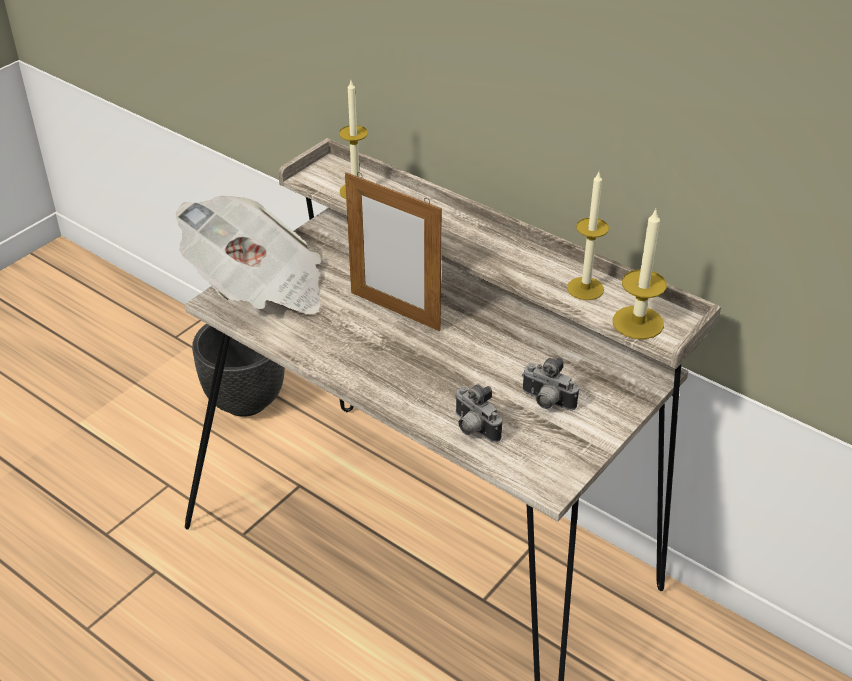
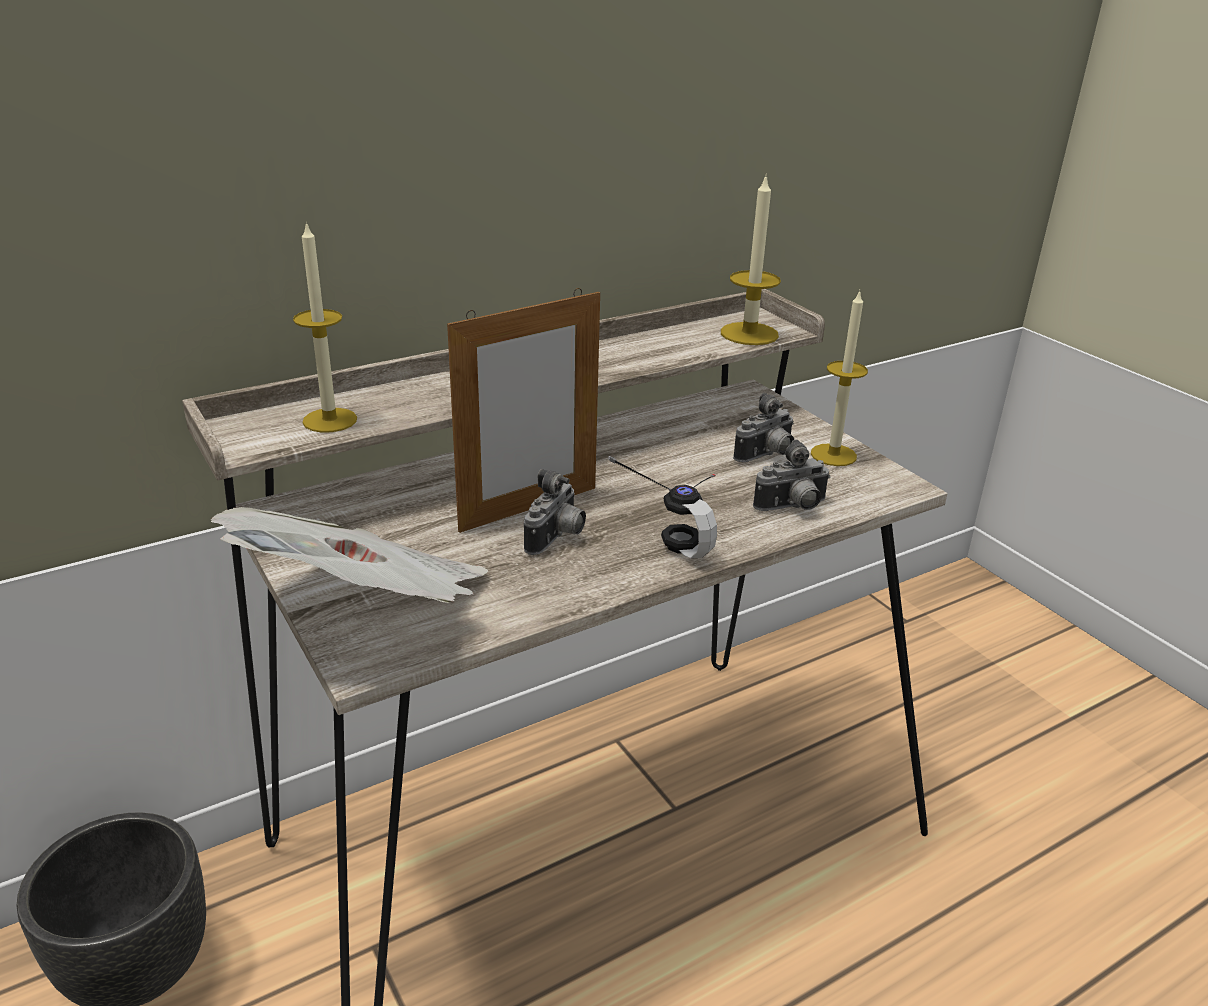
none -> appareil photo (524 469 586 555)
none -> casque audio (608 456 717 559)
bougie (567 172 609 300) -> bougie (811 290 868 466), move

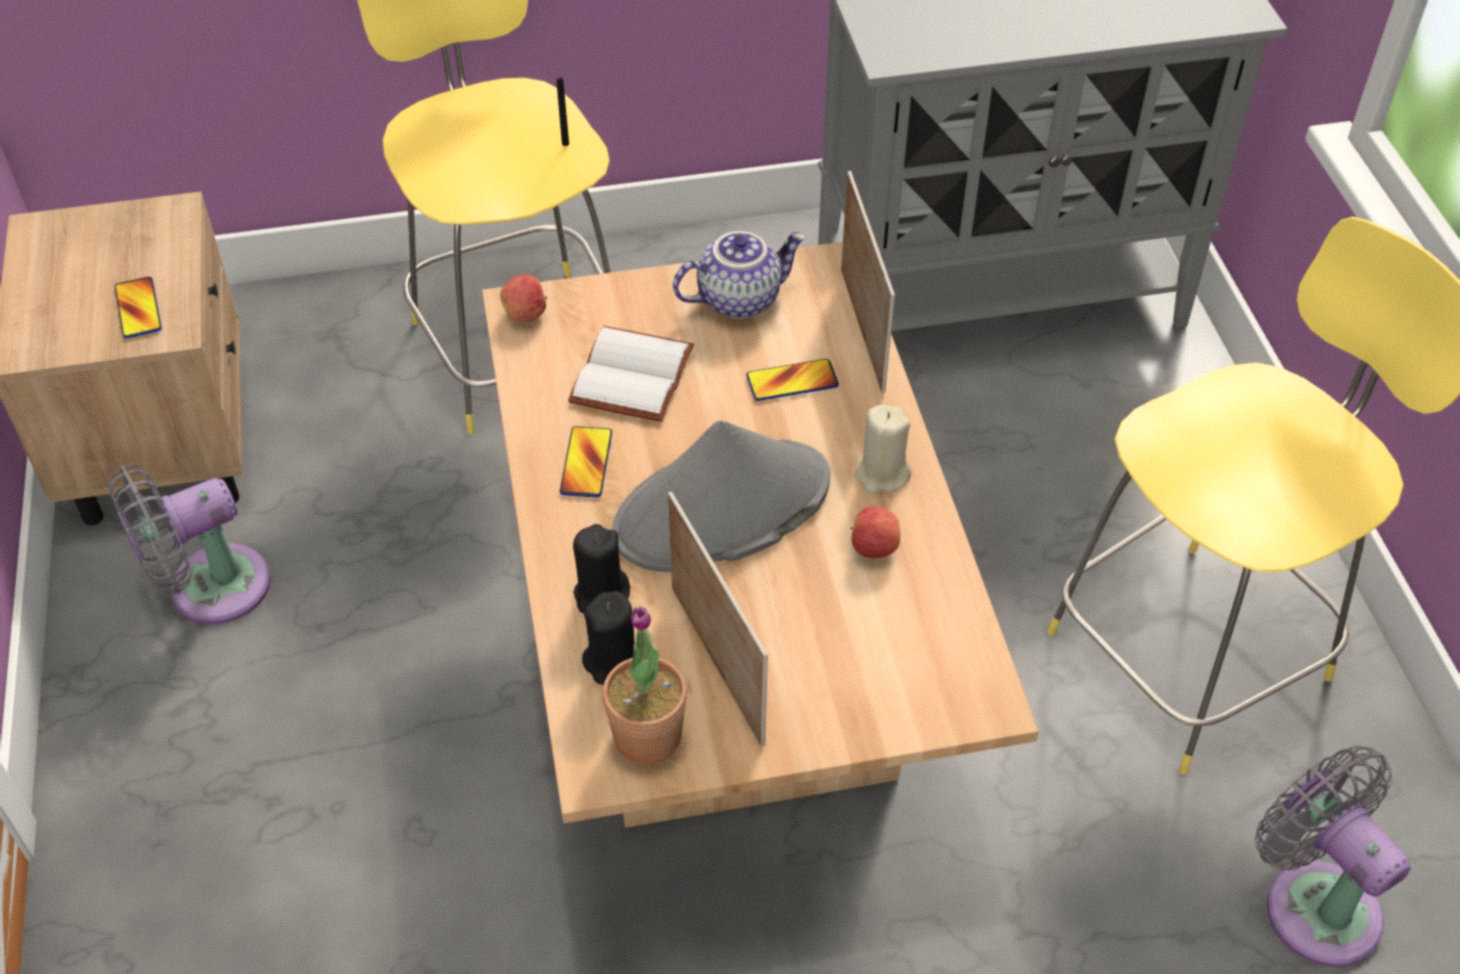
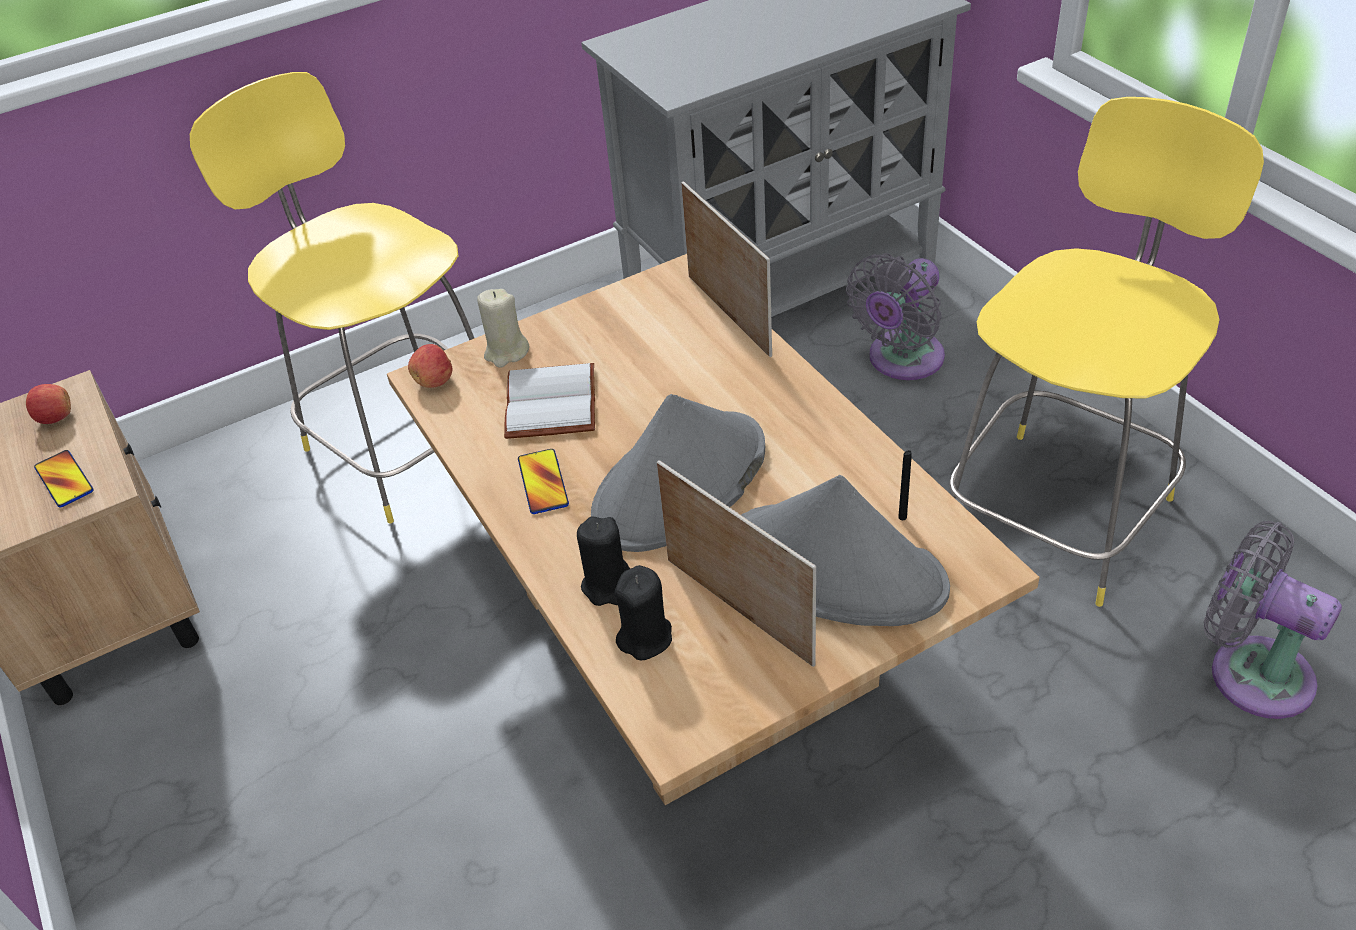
pomme (850 506 900 558) -> pomme (26 384 71 424), move
bougie/beige (854 405 911 495) -> bougie/beige (477 289 530 368), move
none -> chapeau/gris (741 475 950 626)
ventilateur/gris (108 464 271 625) -> ventilateur/gris (846 253 945 380), move
bougie/noir (557 76 569 146) -> bougie/noir (898 450 912 520), move
plante en pot (602 606 687 764) -> none
théière (673 231 806 319) -> none
téléphone (746 359 839 401) -> none

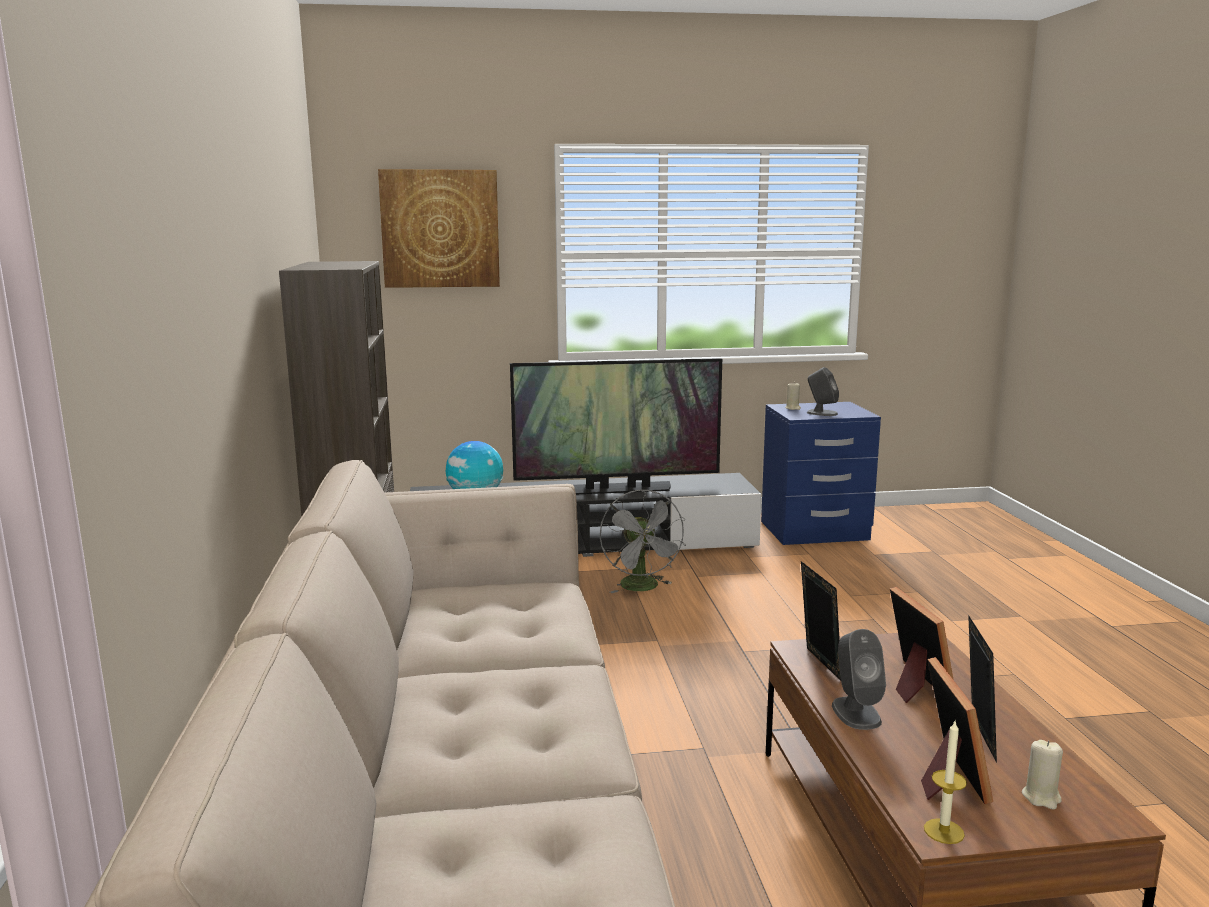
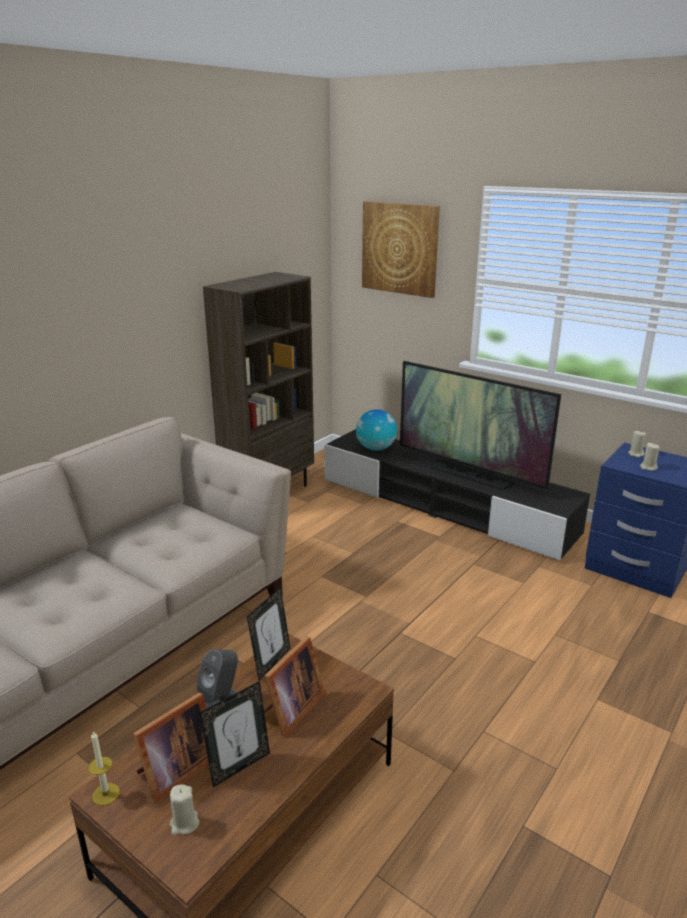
enceinte/gris (807 367 839 416) -> bougie/beige (640 443 660 471)
ventilateur/gris (600 489 686 593) -> none

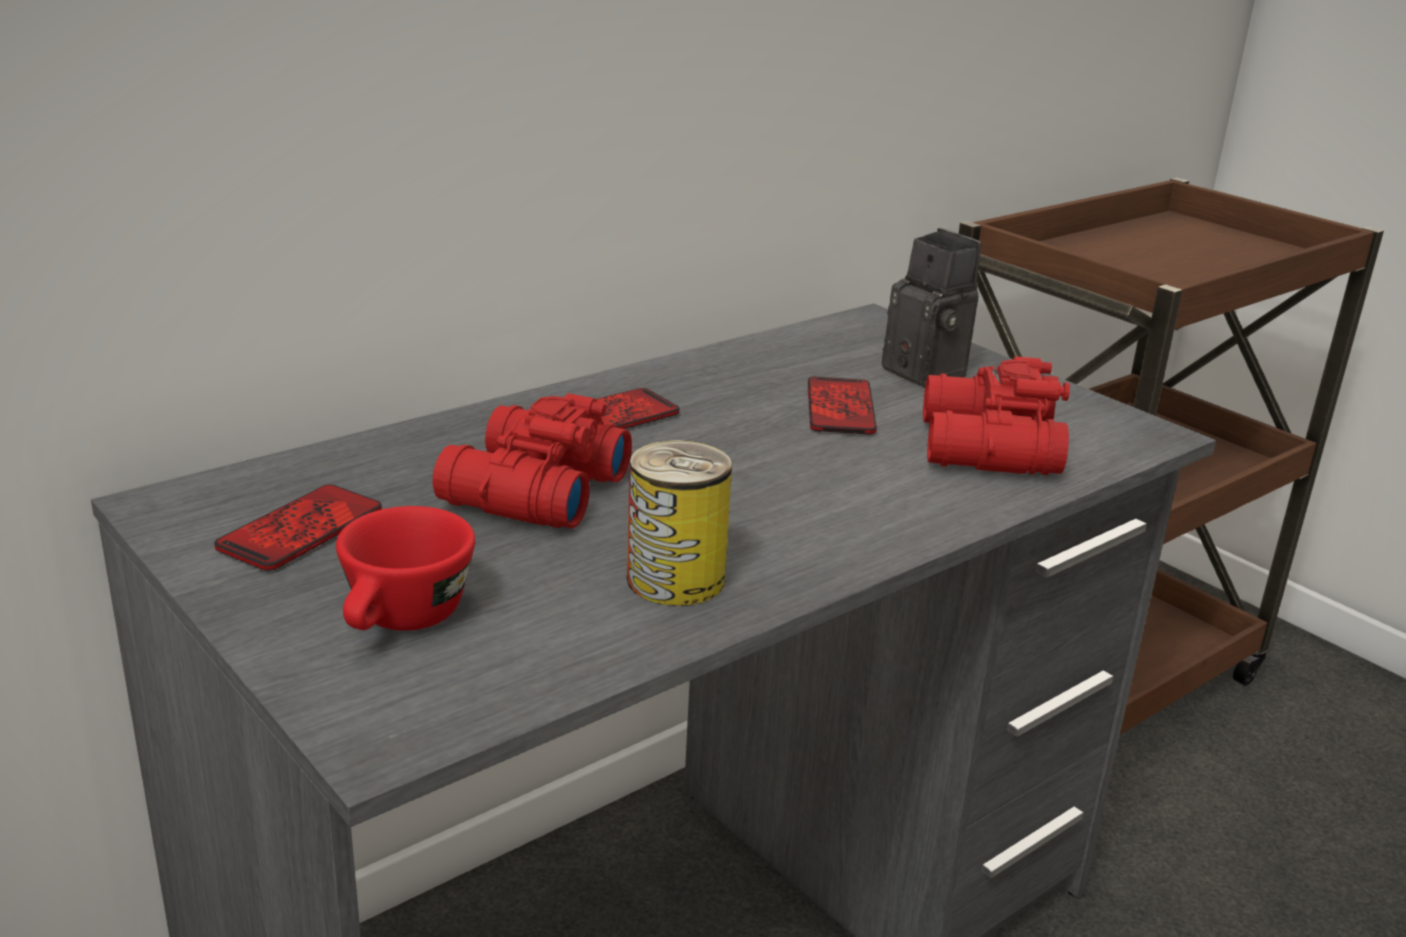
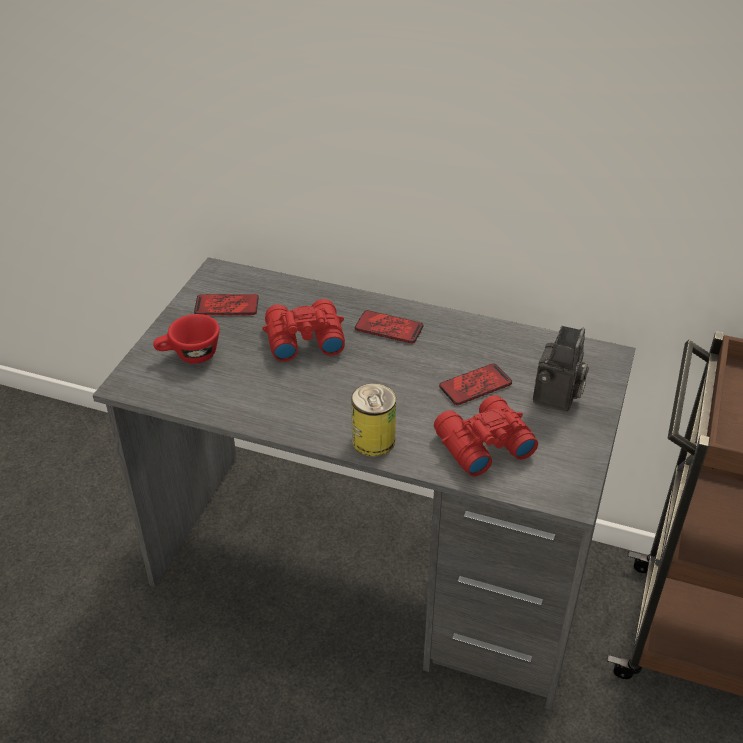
boîte métallique (627 440 732 606) -> boîte métallique (351 383 396 456), move

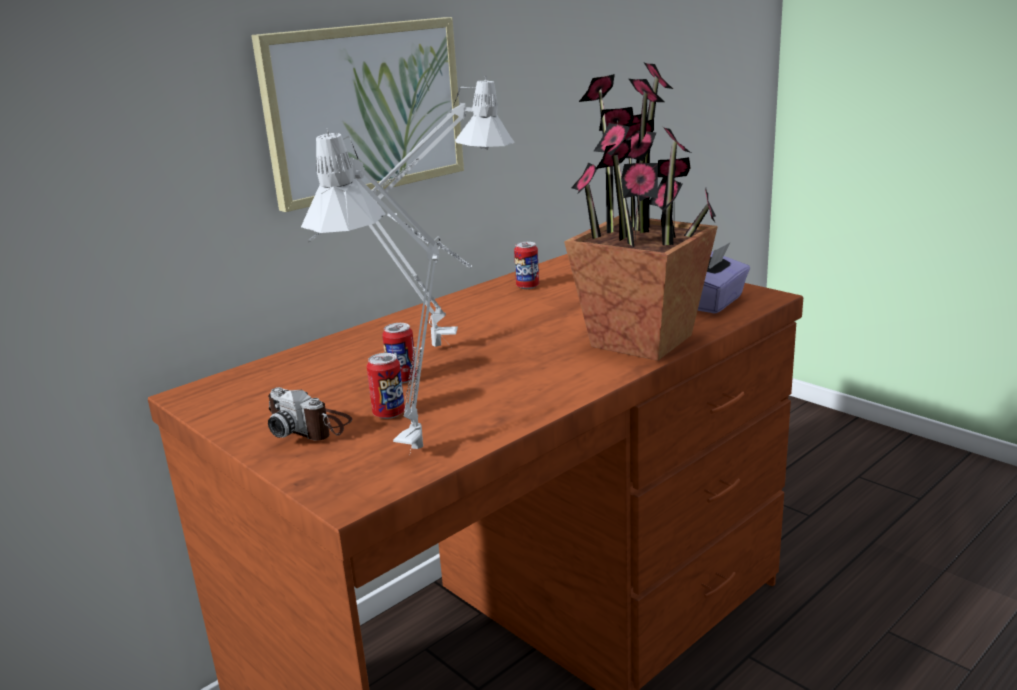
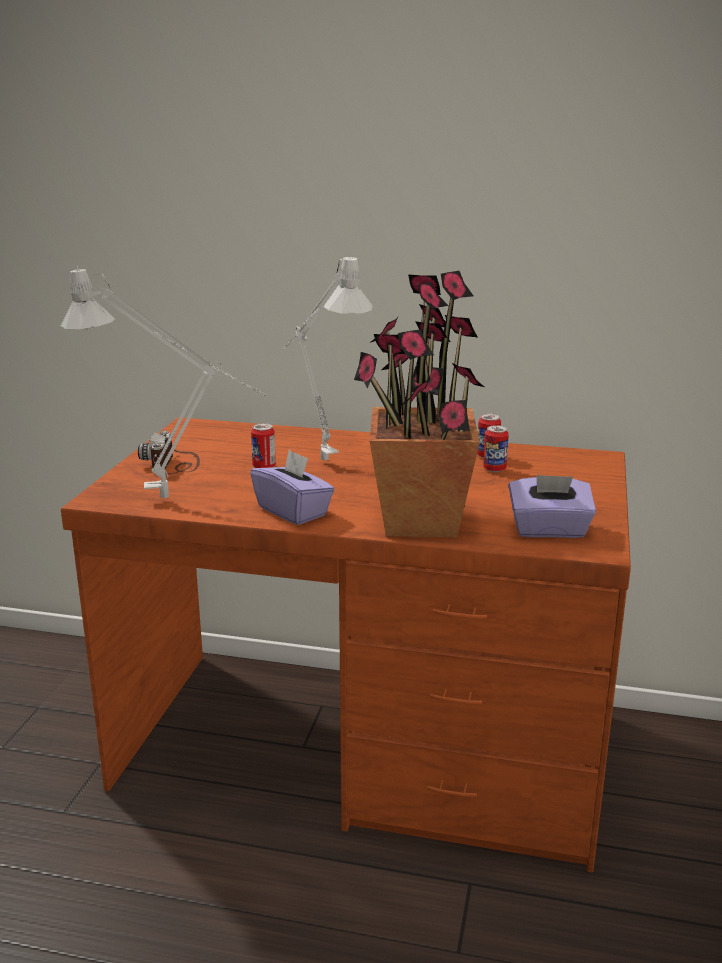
none -> boîte à mouchoirs/violet (250 450 335 525)
boîte métallique (367 353 405 419) -> boîte métallique (483 425 509 473), move
tableau (251 17 464 212) -> none

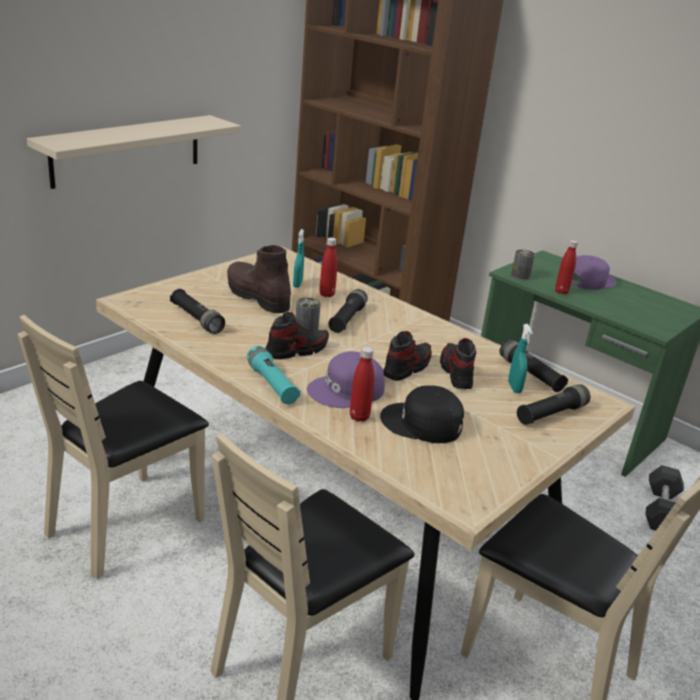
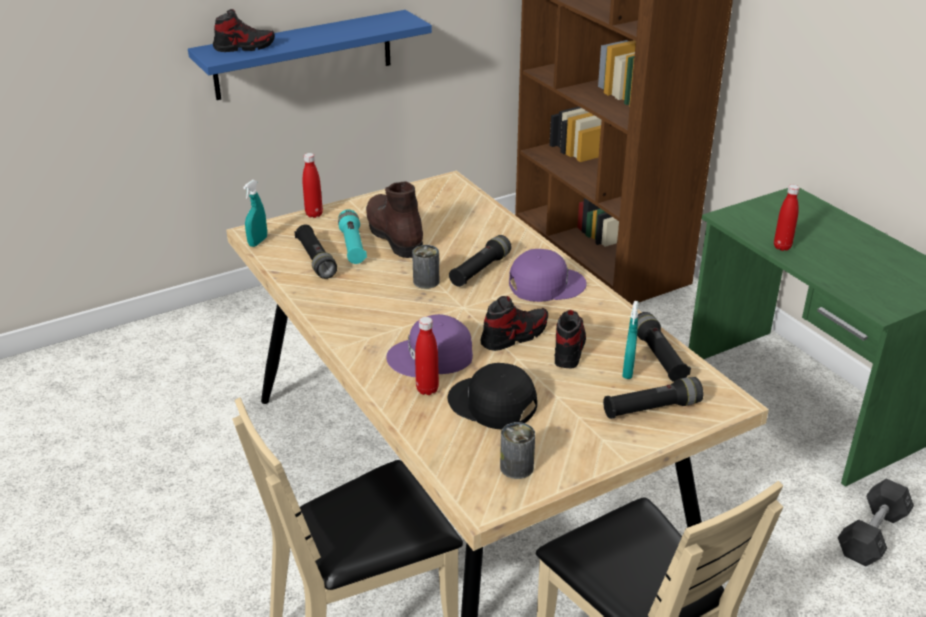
étagère/beige (27 115 241 189) -> étagère/bleu (188 10 432 100)
chaussure (266 312 329 359) -> chaussure (213 9 275 52), move
vaporisateur/turquoise (293 229 304 288) -> vaporisateur/turquoise (243 180 267 247), move
bouteille/rouge (319 238 338 297) -> bouteille/rouge (303 153 323 218), move
lampe de poche/turquoise (247 346 301 404) -> lampe de poche/turquoise (338 210 367 264), move
boîte métallique (511 249 535 280) -> boîte métallique (500 422 535 479), move
casquette/violet (571 255 617 290) -> casquette/violet (509 249 587 302), move
chaise/beige (18 315 209 579) -> none

